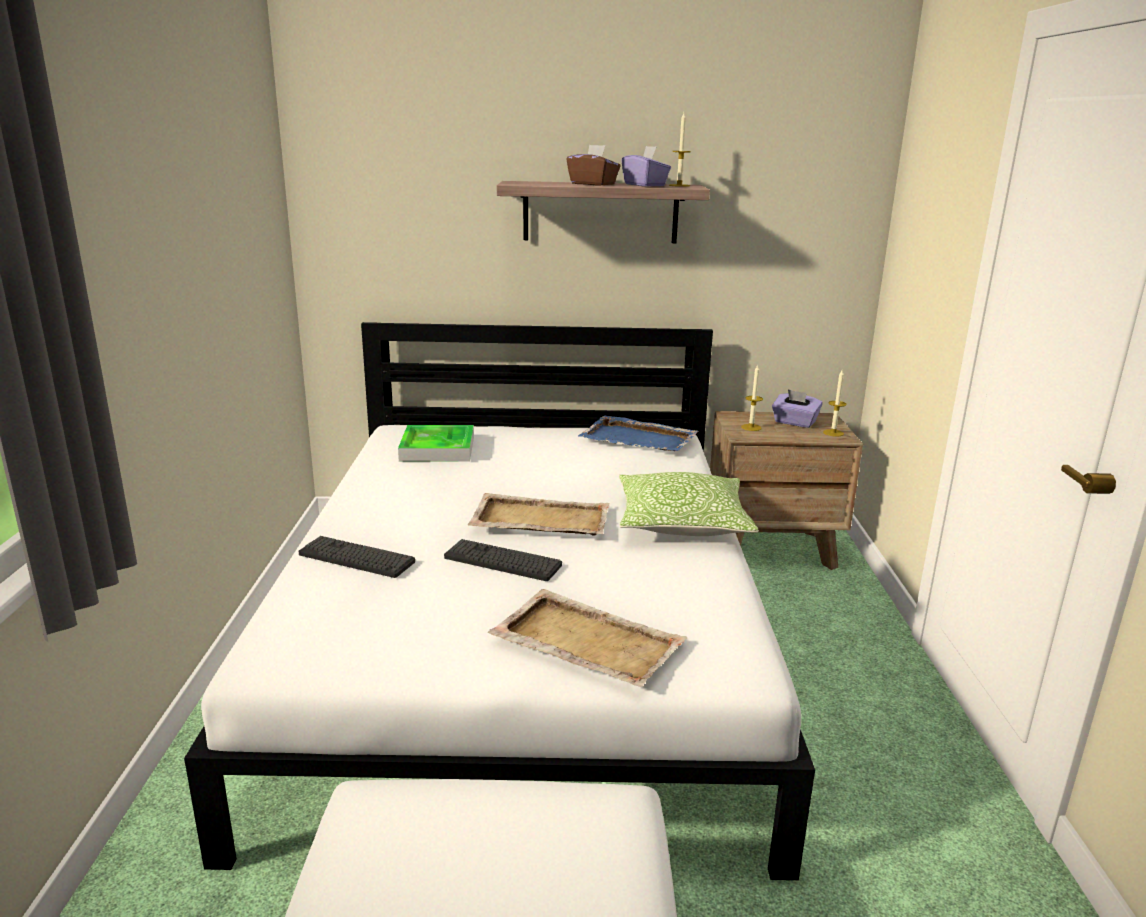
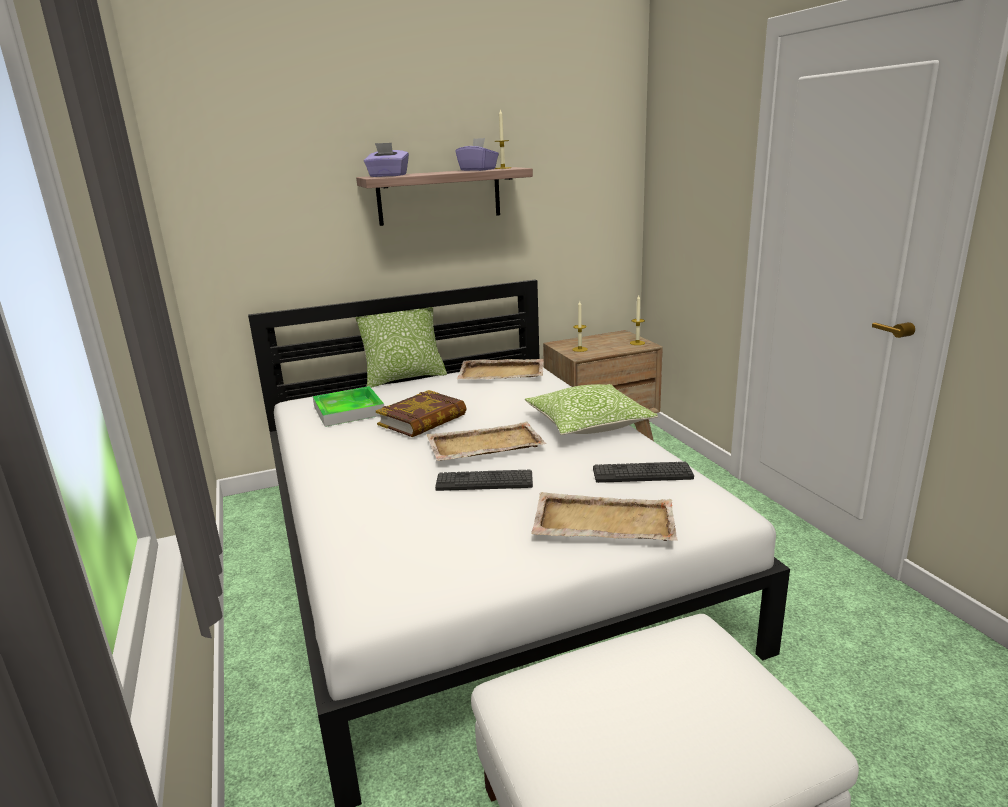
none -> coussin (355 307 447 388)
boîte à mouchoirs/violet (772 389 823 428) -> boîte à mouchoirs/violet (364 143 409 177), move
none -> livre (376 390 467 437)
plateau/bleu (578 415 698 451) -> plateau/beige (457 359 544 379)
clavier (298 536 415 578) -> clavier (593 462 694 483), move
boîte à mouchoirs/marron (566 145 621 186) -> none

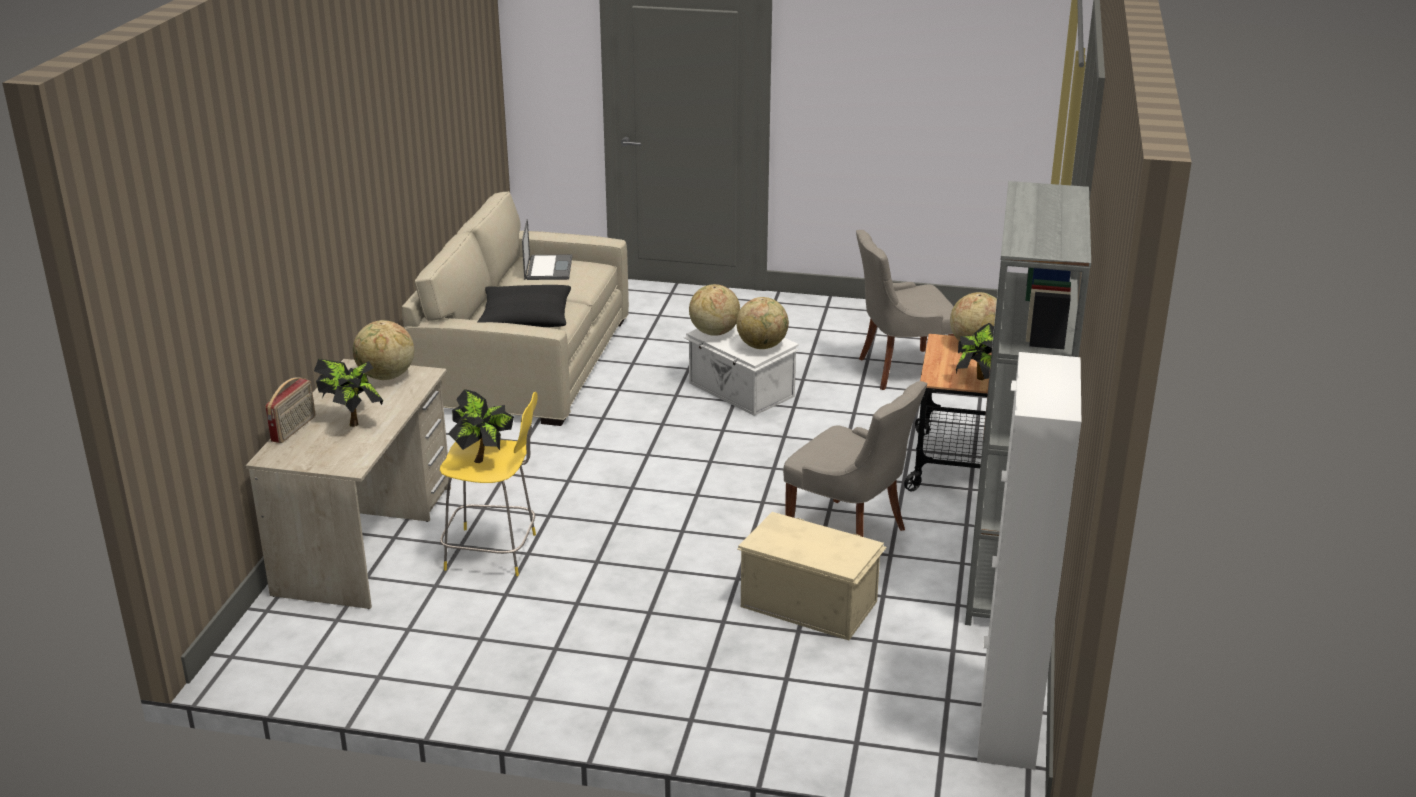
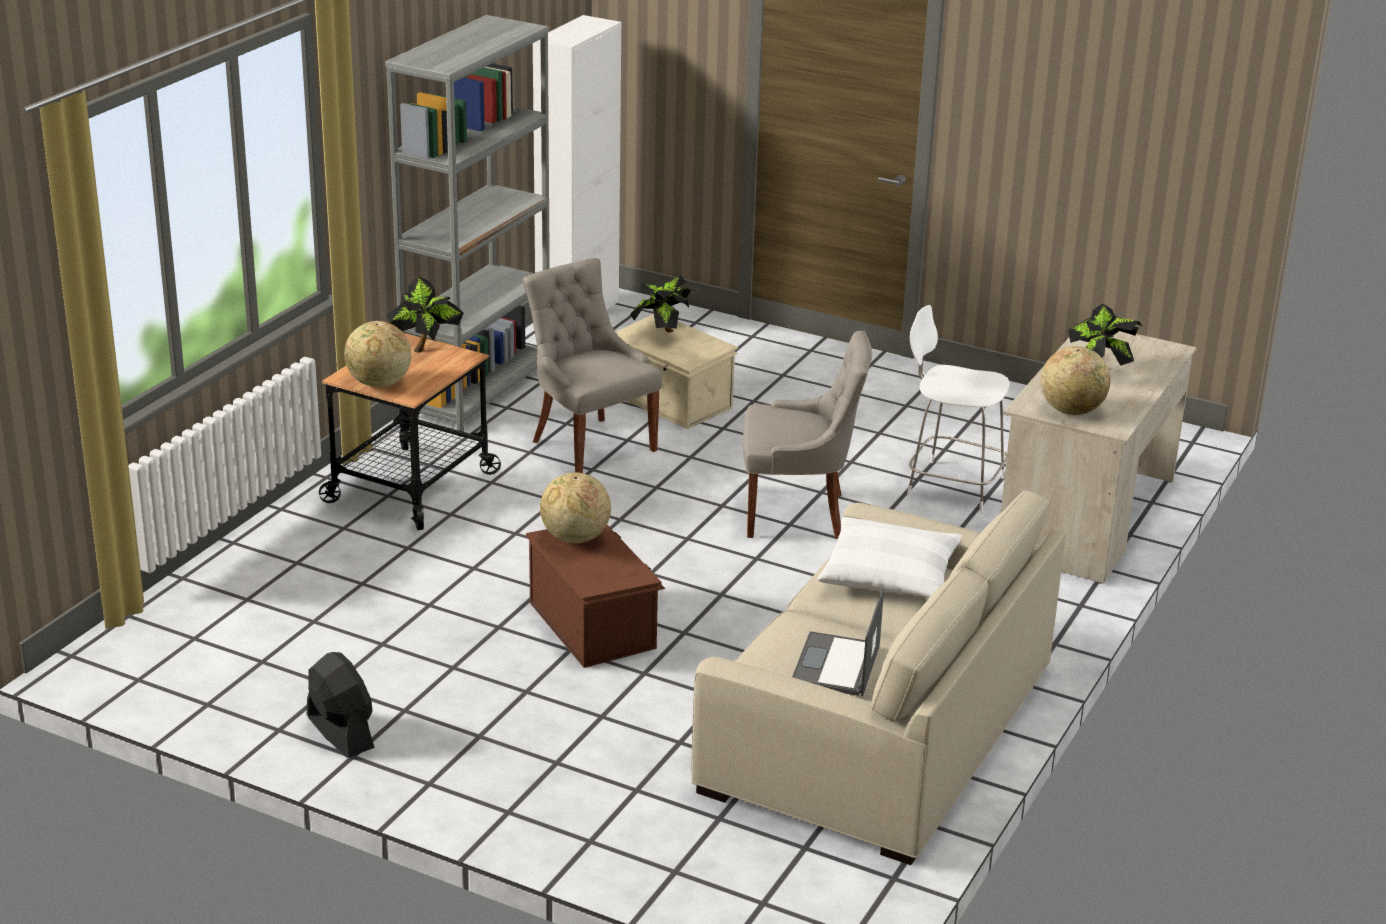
none -> ventilateur/noir (307 652 375 758)
boîte de rangement/blanc (684 325 799 416) -> boîte de rangement/marron (526 525 665 668)
plante en pot (448 389 514 463) -> plante en pot (630 275 696 333), move
chaise/gris (856 230 954 390) -> chaise/gris (743 331 872 539), move
coussin/noir (477 285 571 327) -> coussin/blanc (818 517 962 598)
tabouret/jaune (440 392 538 576) -> tabouret/blanc (907 305 1010 512)
radio (266 377 315 443) -> none
globe (689 284 740 336) -> none

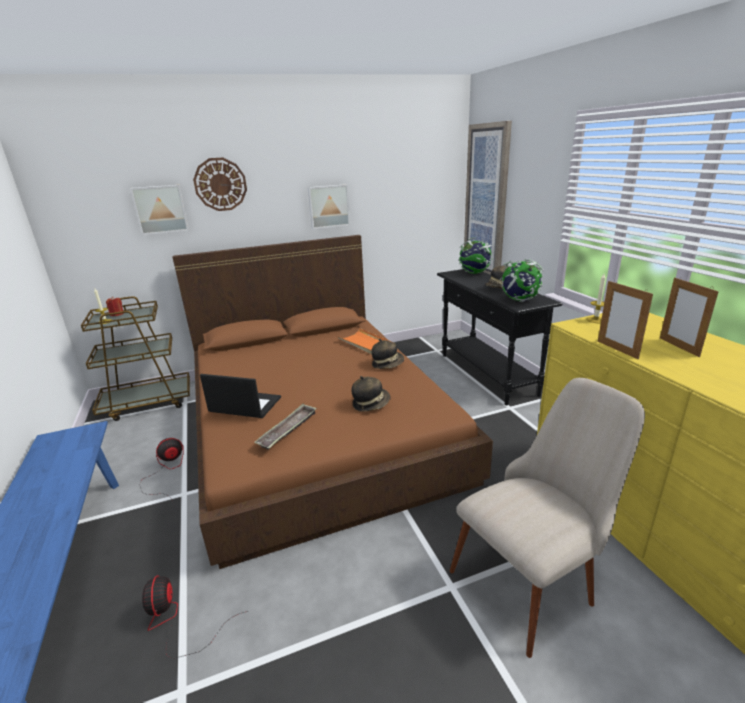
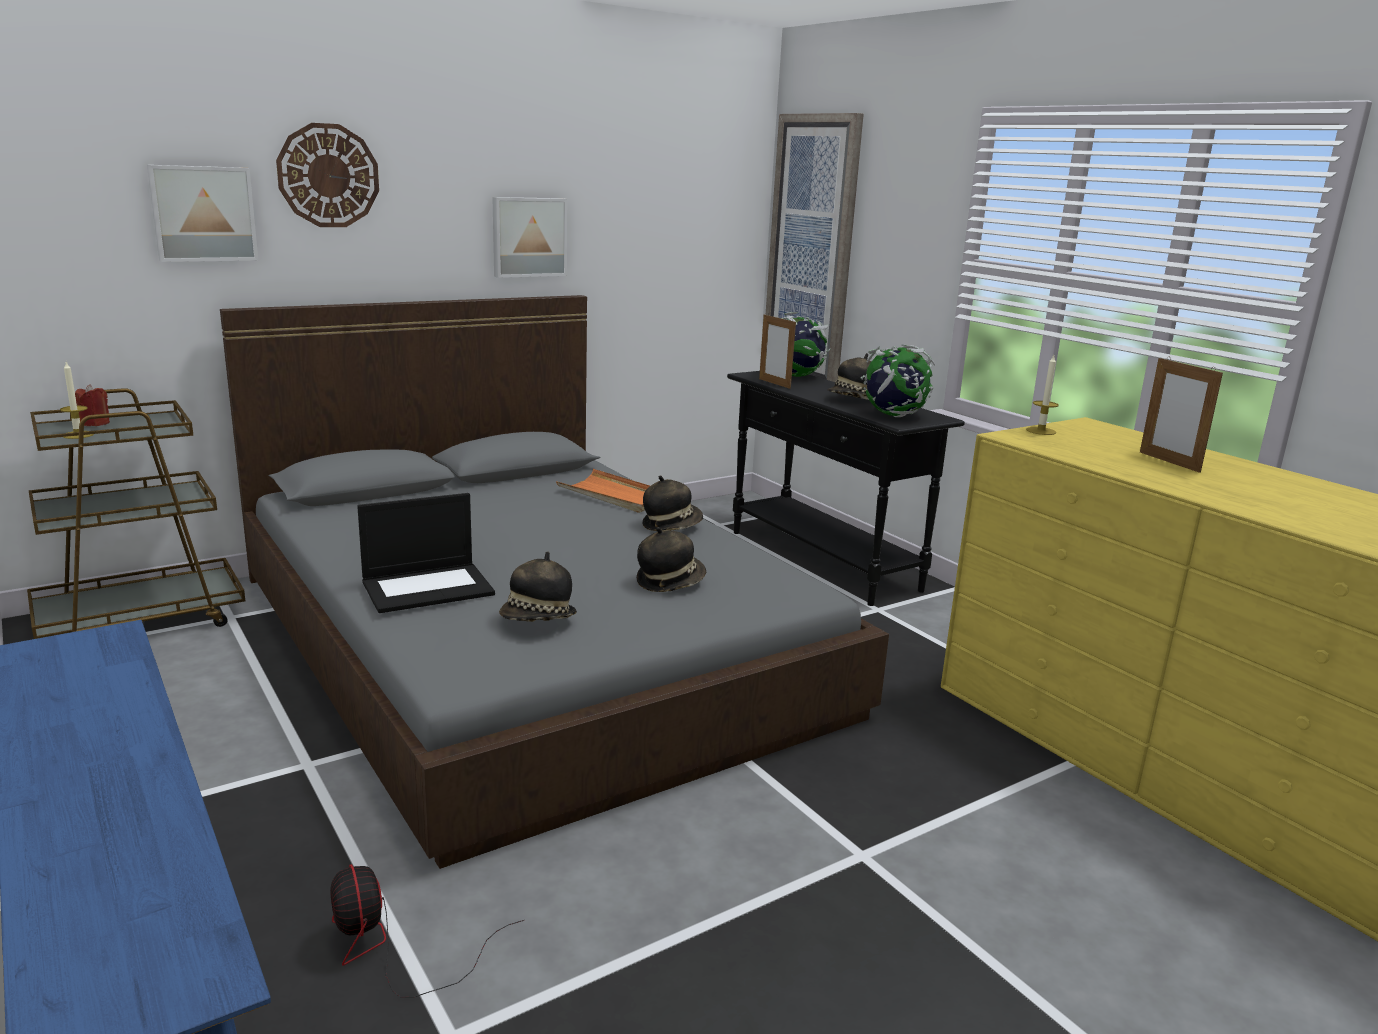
lit/marron (173 235 493 569) -> lit/gris (220 295 889 869)
ordinateur portable (200 374 281 418) -> ordinateur portable (357 493 495 613), 150 degrees clockwise
plateau (254 404 317 450) -> chapeau (499 552 577 622)
cadre photo (598 280 653 359) -> cadre photo (759 313 796 389), move
ventilateur (139 438 184 502) -> none
chaise/beige (450 378 645 658) -> none

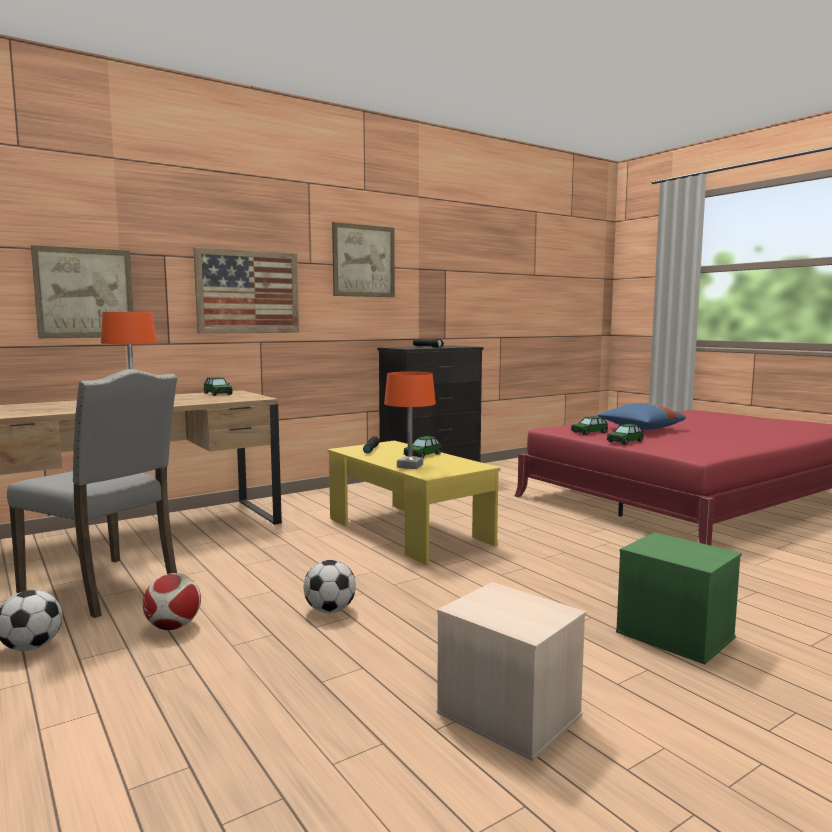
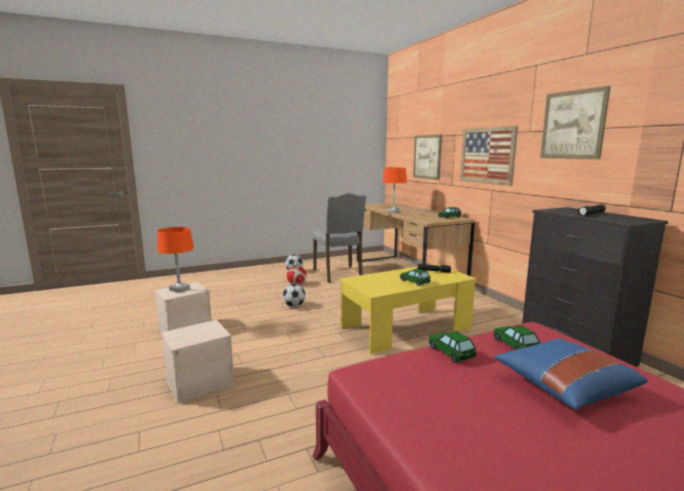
lampe de table/orange (384 372 436 469) -> lampe de table/orange (157 227 194 293), move
boîte de rangement/vert (616 532 742 665) -> boîte de rangement/beige (161 320 235 404)
chaise/gris (7 369 177 618) -> chaise/gris (313 192 366 283), 60 degrees counterclockwise

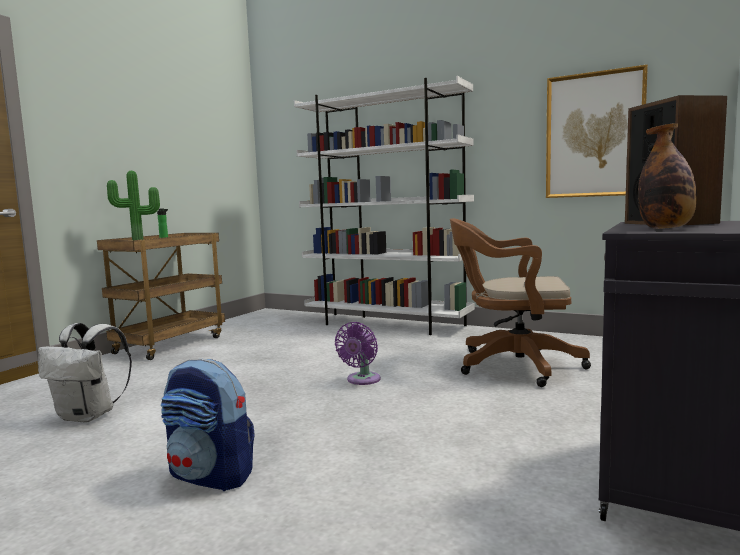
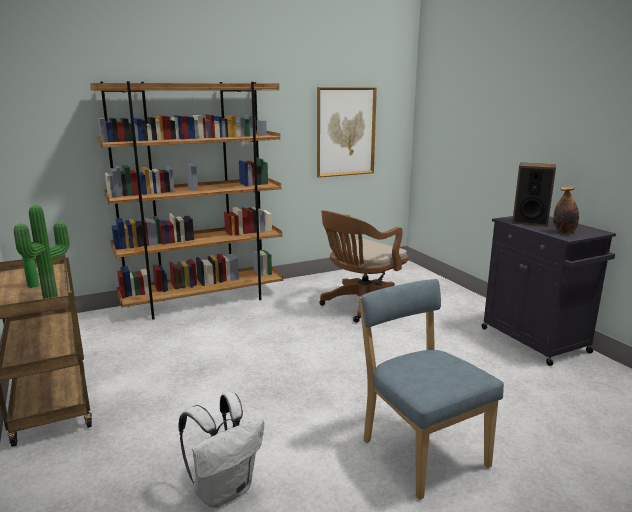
bibliothèque/blanc (294 76 475 335) -> bibliothèque/marron (90 81 283 320)
sac à dos (160 359 255 492) -> chaise/bleu (359 279 504 500)
ventilateur/violet (335 322 381 385) -> none

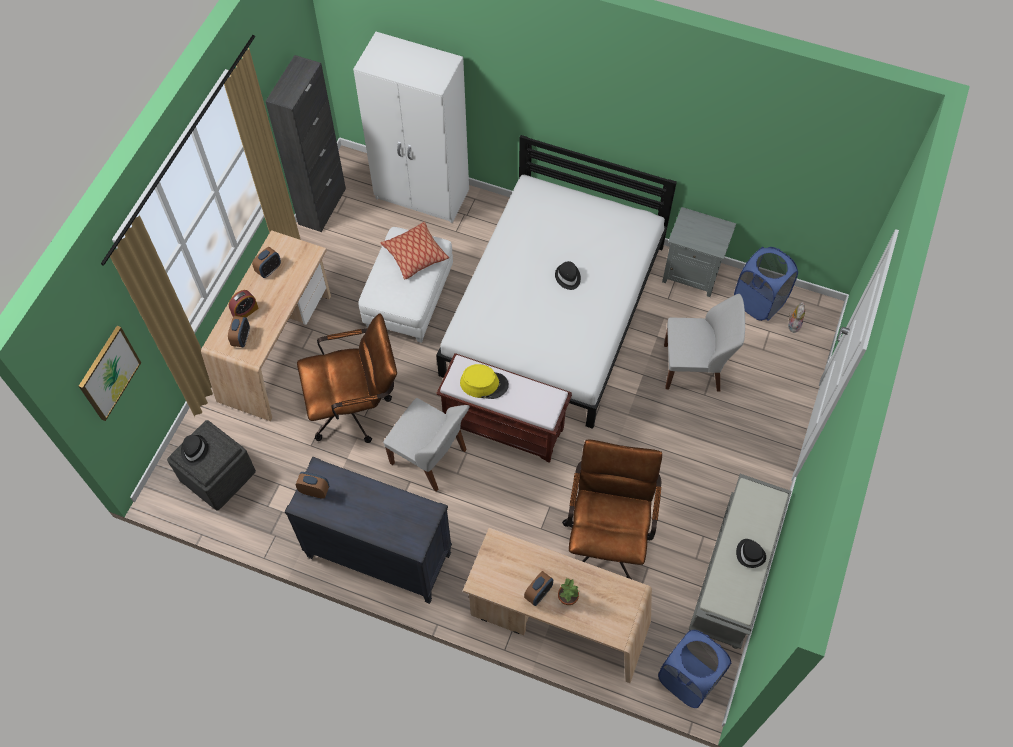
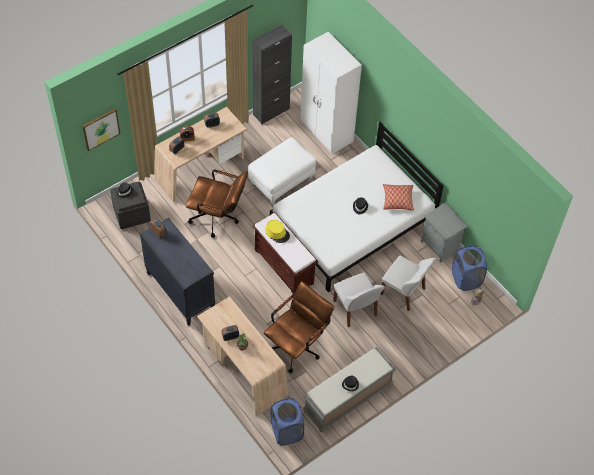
chaise/blanc (383 398 470 492) -> chaise/blanc (333 273 385 327), move
coussin (381 221 449 279) -> coussin (383 184 414 210), move

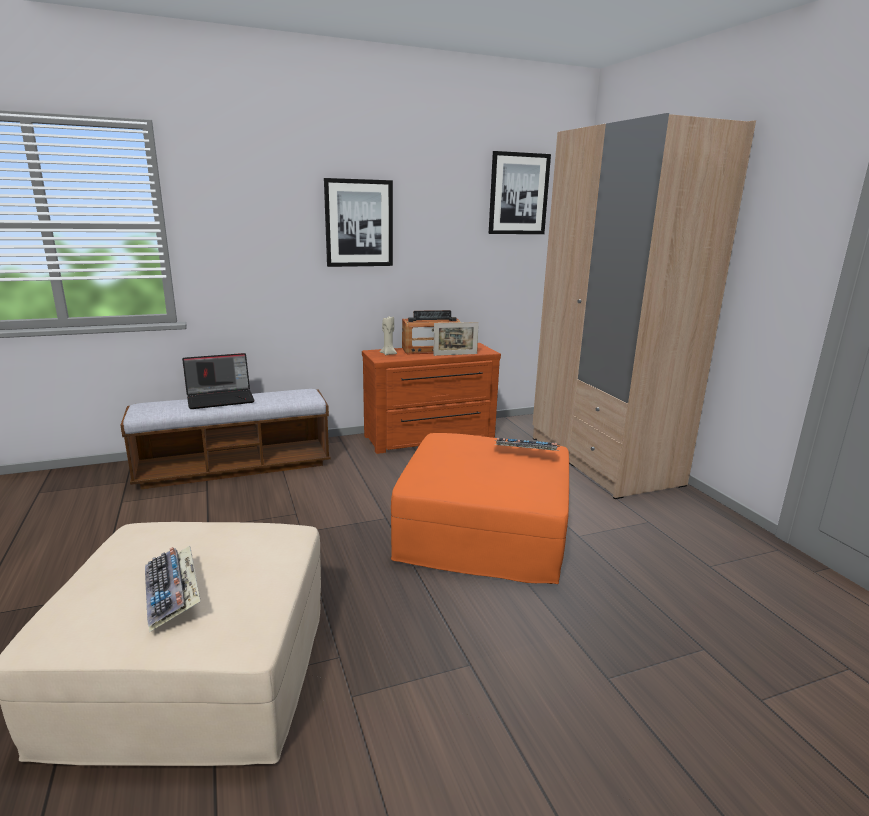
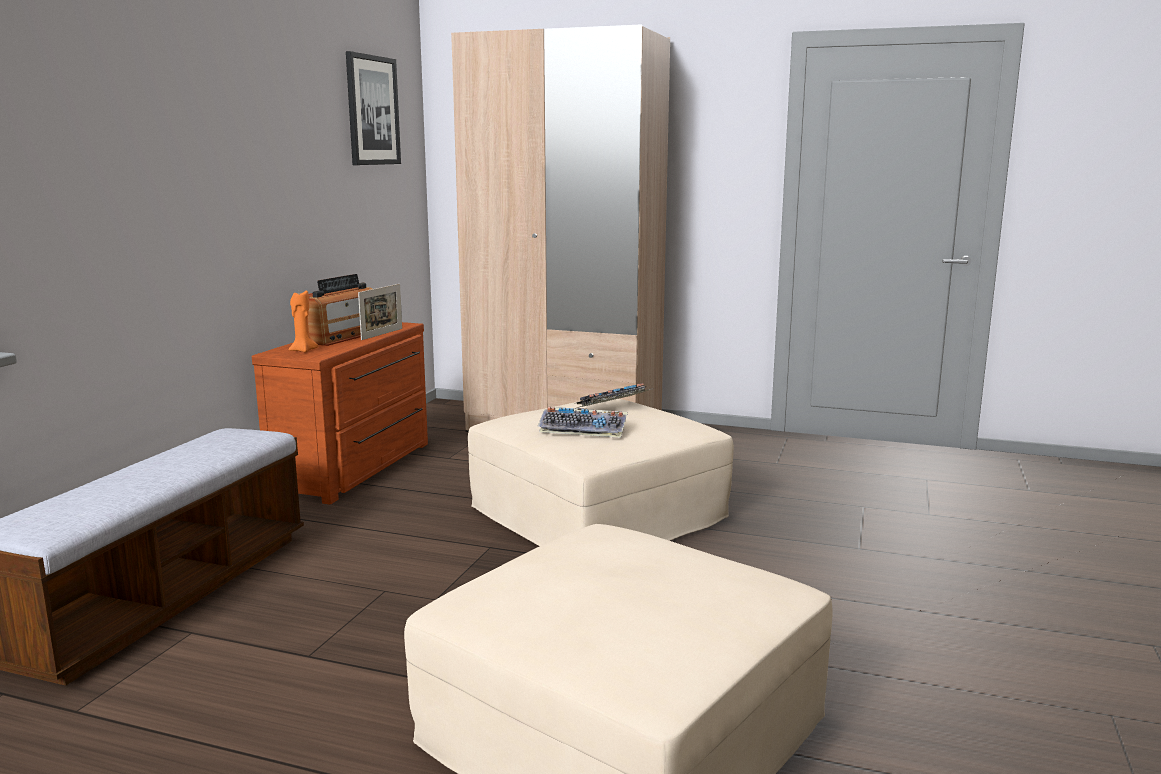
bougie/beige (380 316 397 355) -> bougie/orange (289 291 318 352)
pouf/orange (391 433 569 584) -> pouf/beige (468 399 734 546)
clavier (145 546 200 632) -> clavier (537 407 628 438), move
ordinateur portable (182 353 255 409) -> none
tableau (324 178 393 267) -> none

